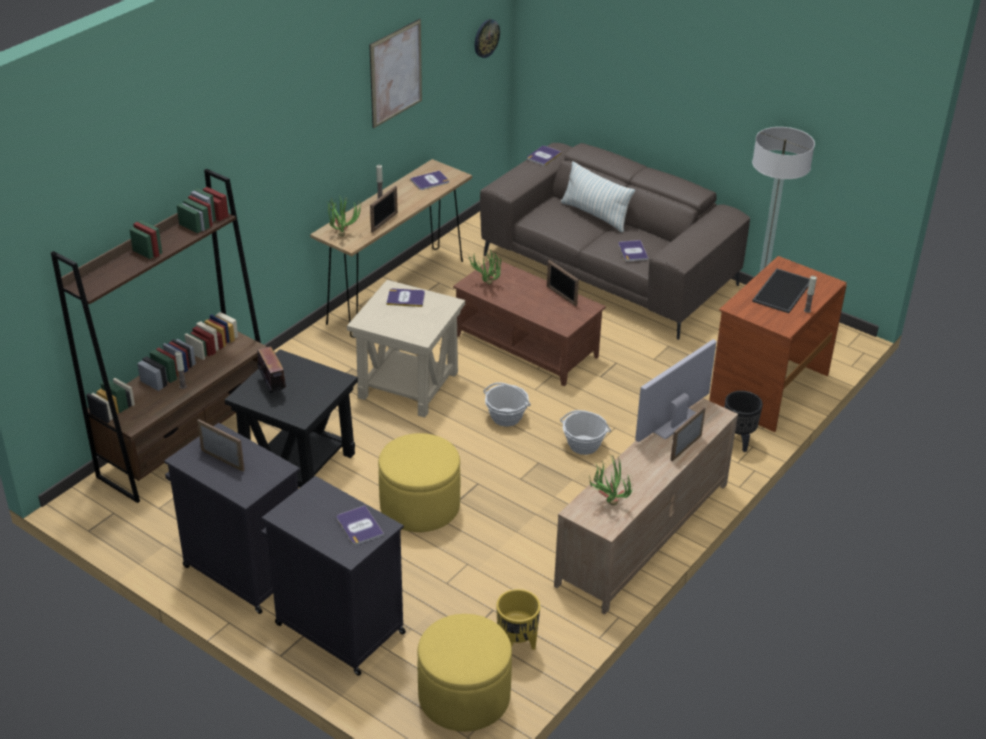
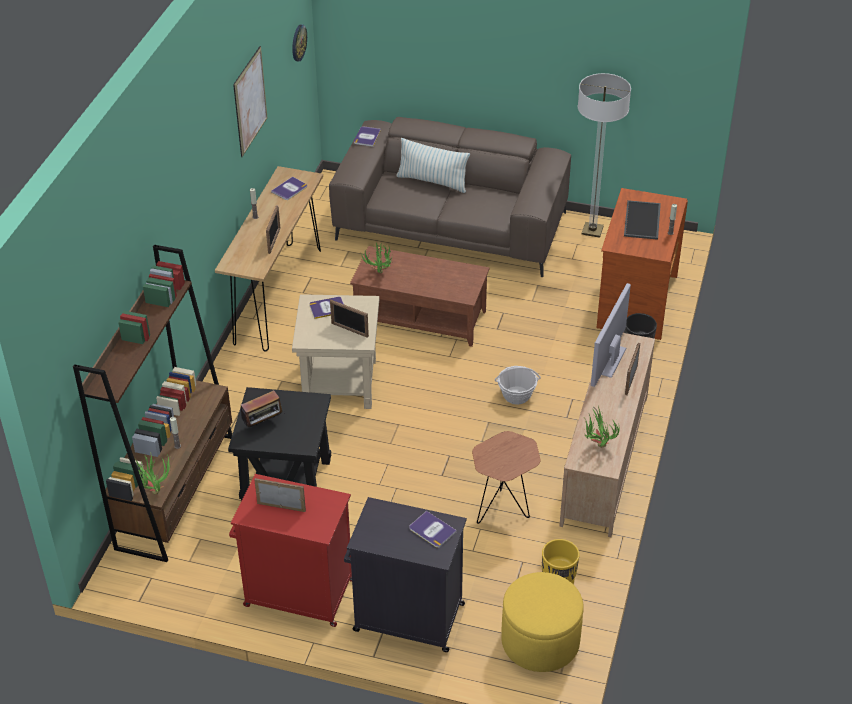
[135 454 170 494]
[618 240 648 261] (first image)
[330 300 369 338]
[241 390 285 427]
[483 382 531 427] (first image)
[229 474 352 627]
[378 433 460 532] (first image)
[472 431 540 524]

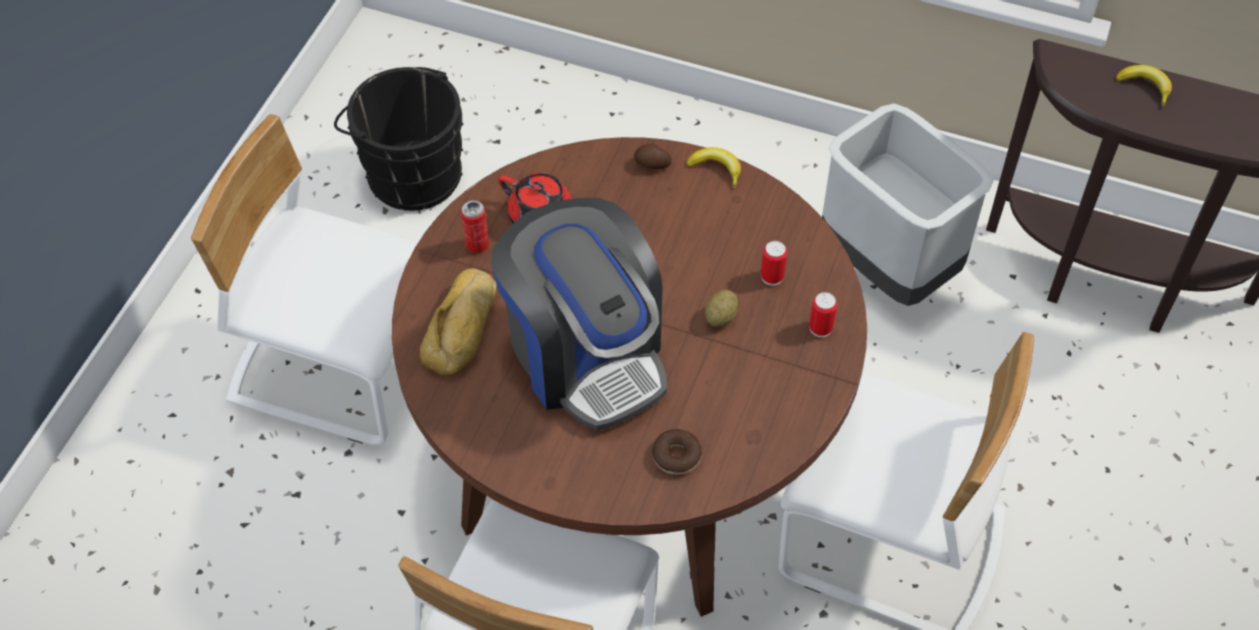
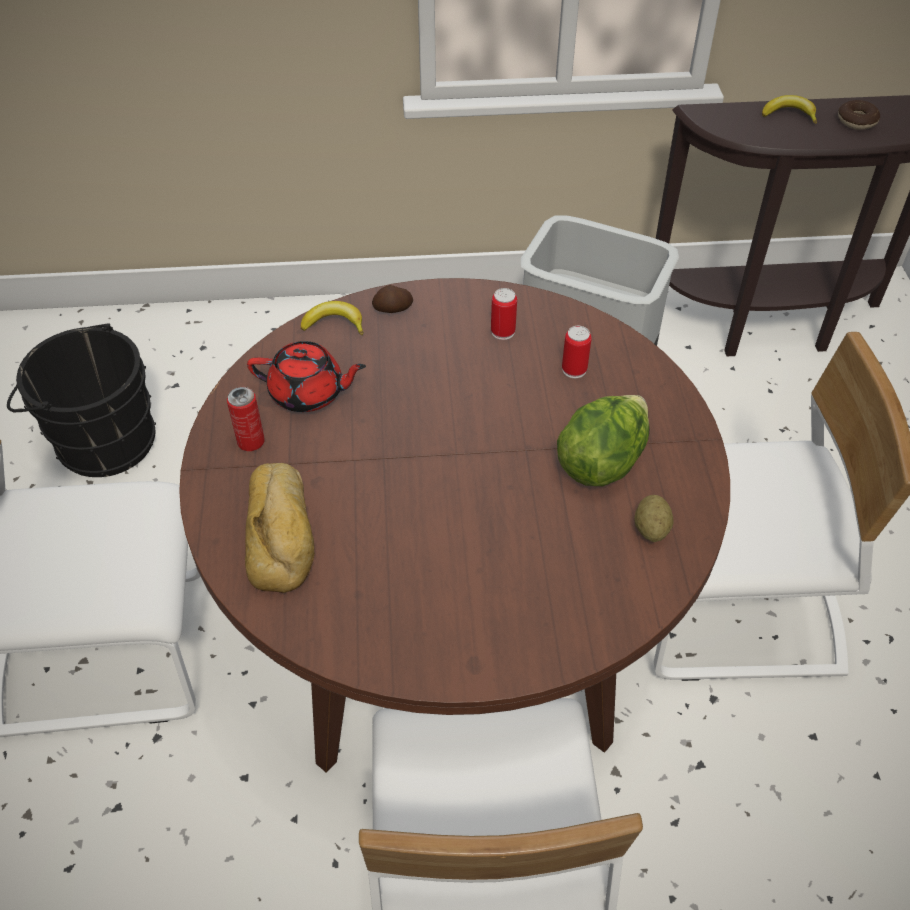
[301 301 363 335]
[491 198 667 430] (first image)
[635 495 674 542]
[491 288 517 340]
[838 100 880 130]
[557 395 650 486]

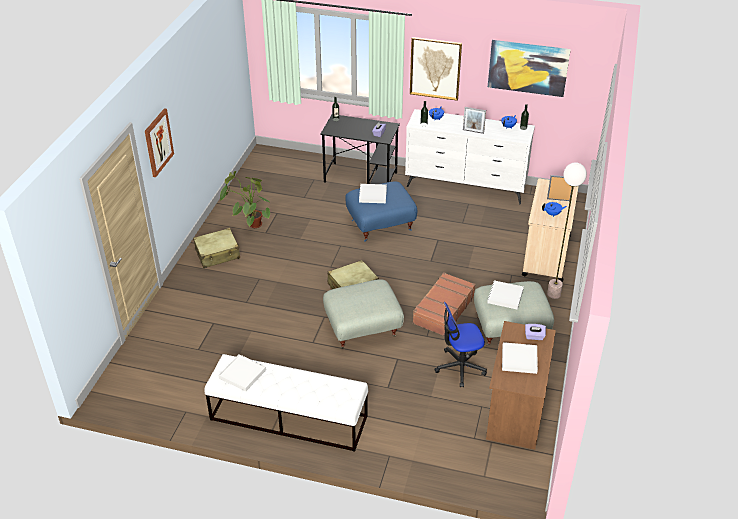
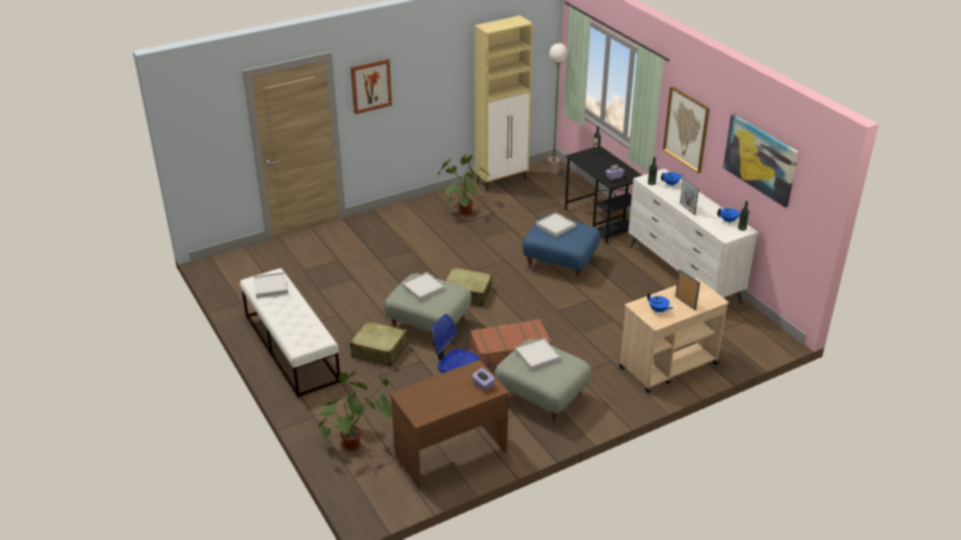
[548 43 568 174]
[350 321 408 366]
[402 272 445 301]
[475 15 533 191]
[318 371 392 451]

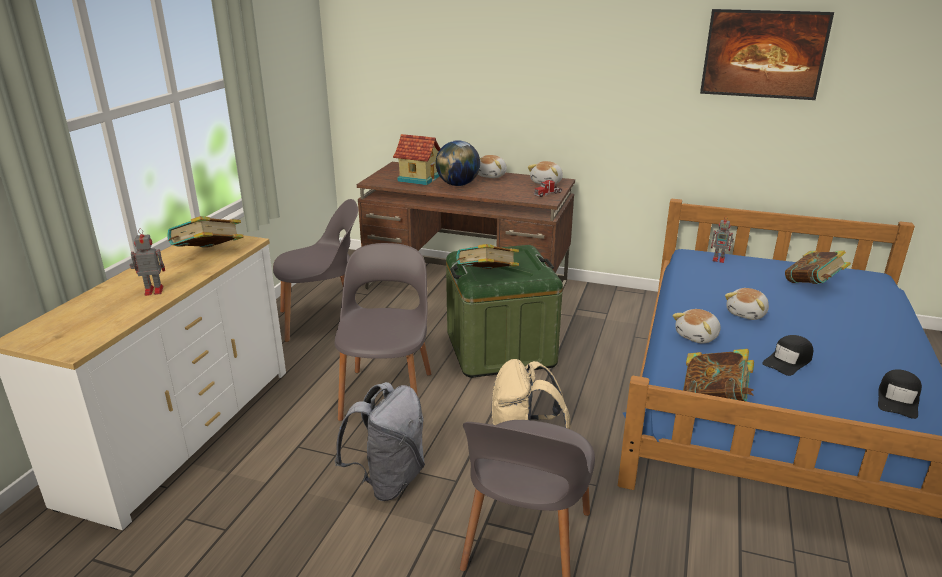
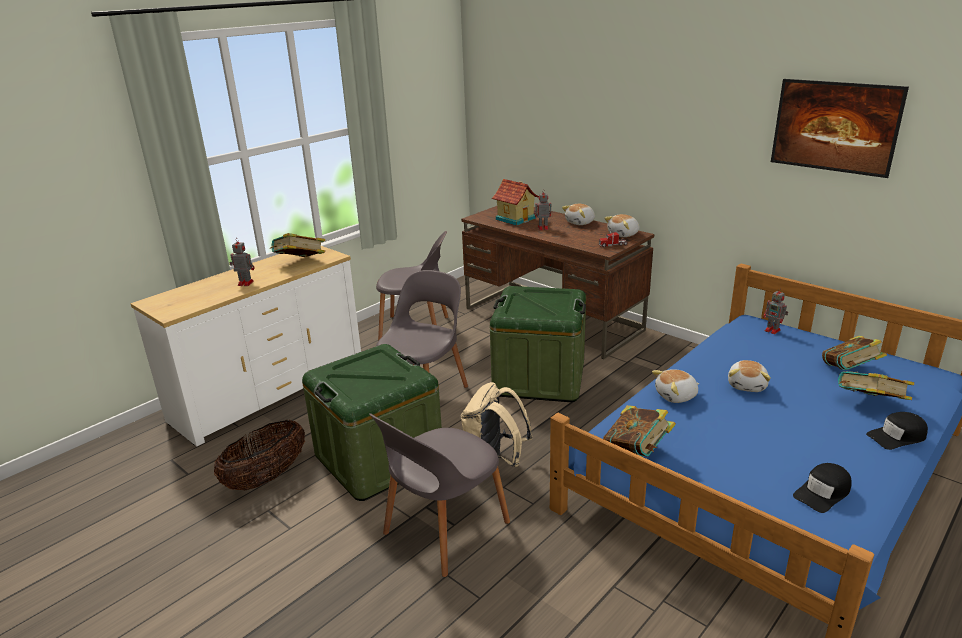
[534 190 551 230]
[838 371 914 400]
[728 360 771 392]
[866 412 928 450]
[302 344 442 501]
[214 420 305 490]

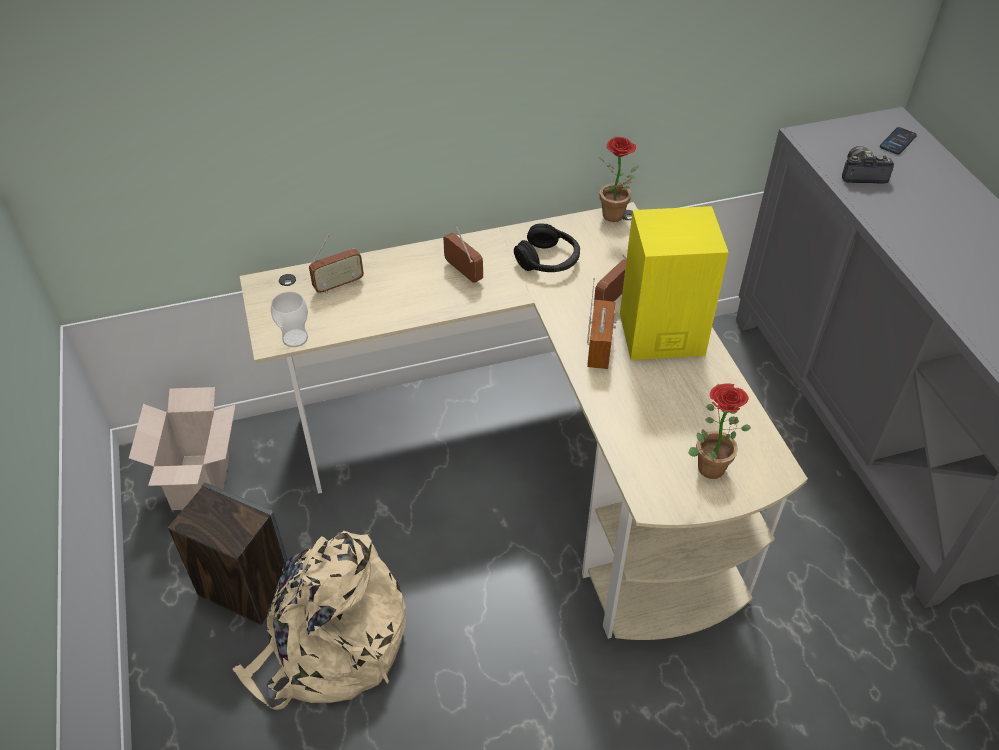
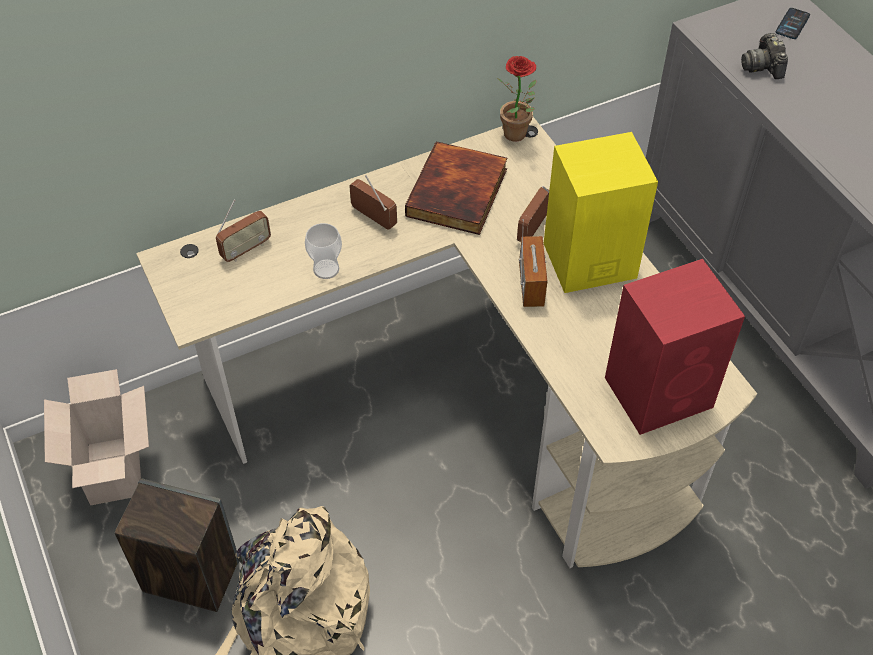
[741 33 788 79]
[405 141 507 235]
[305 223 342 279]
[605 259 745 435]

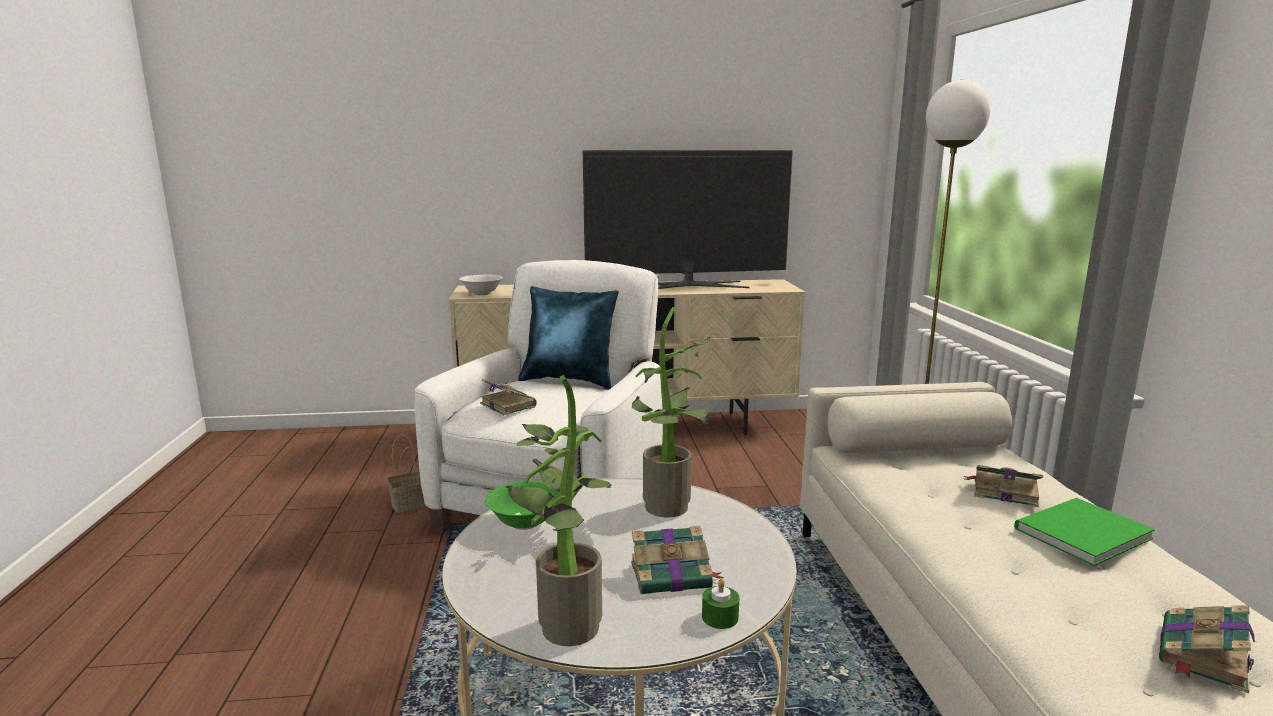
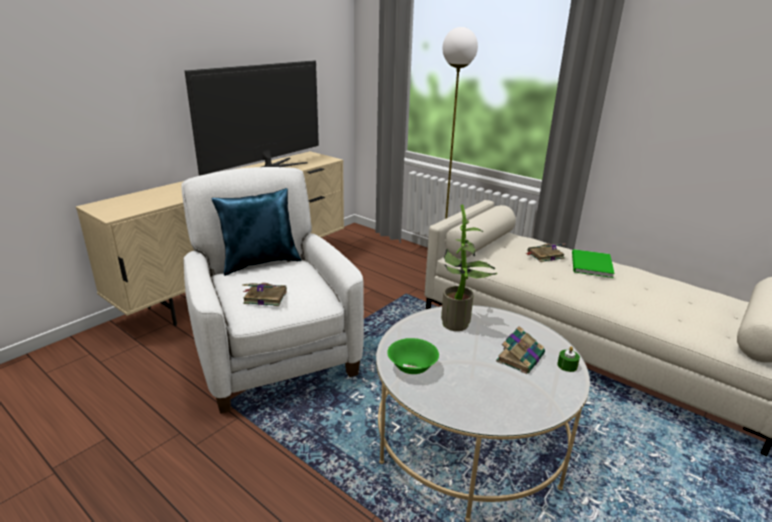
[459 275 503 295] (first image)
[506 375 612 646] (first image)
[387 435 427 513] (first image)
[1159 605 1255 693] (first image)

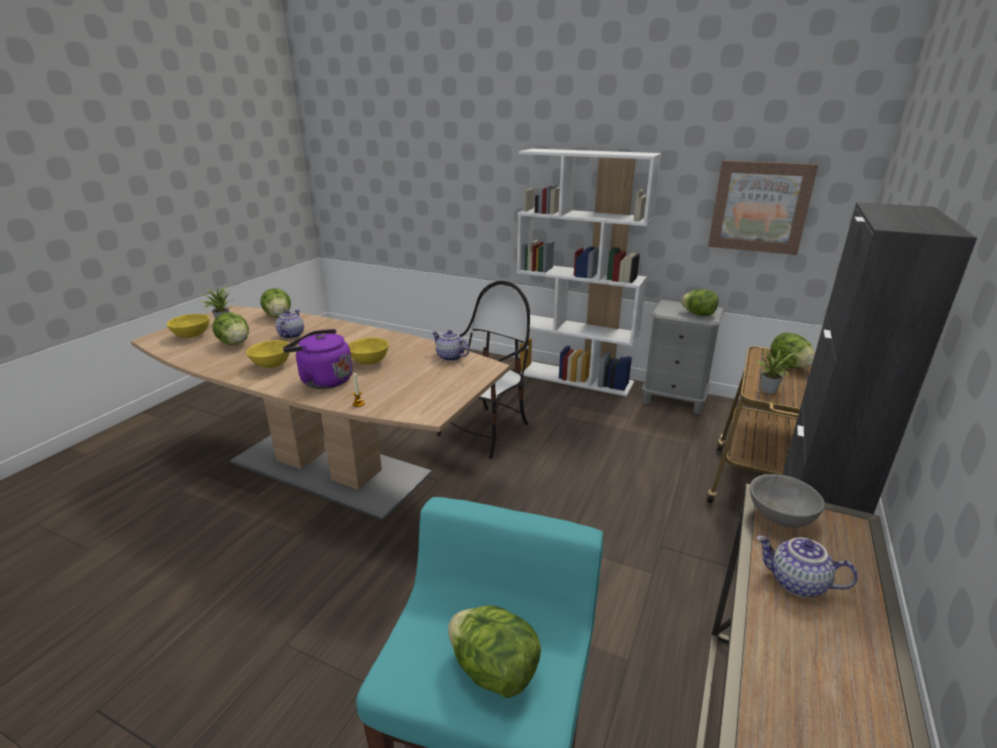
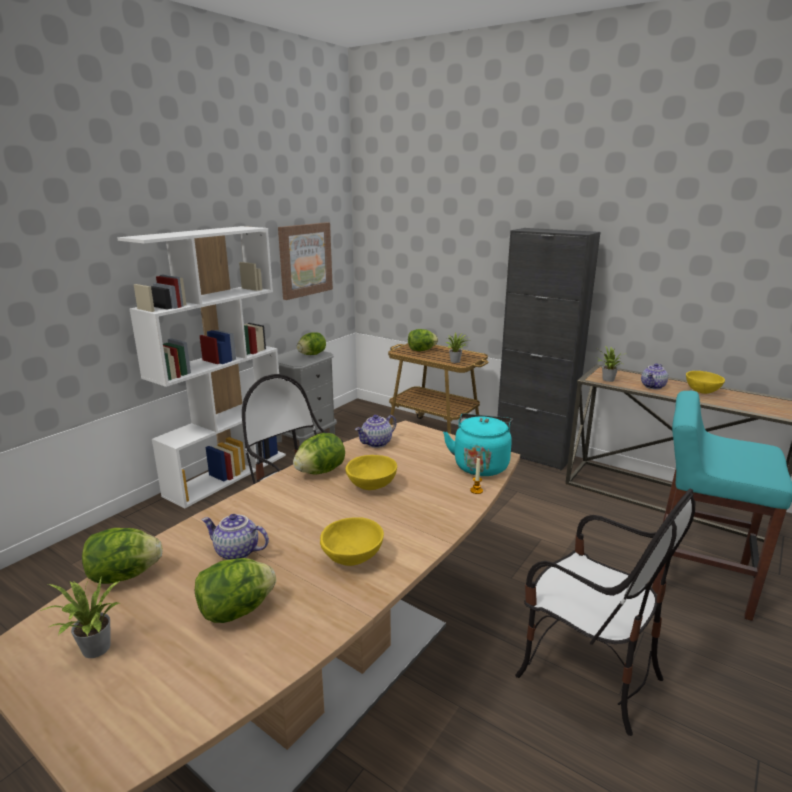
[686 371 725 394]
[283 329 353 389] (first image)
[595 345 627 382]
[293 433 345 474]
[443 414 513 476]
[515 488 695 736]

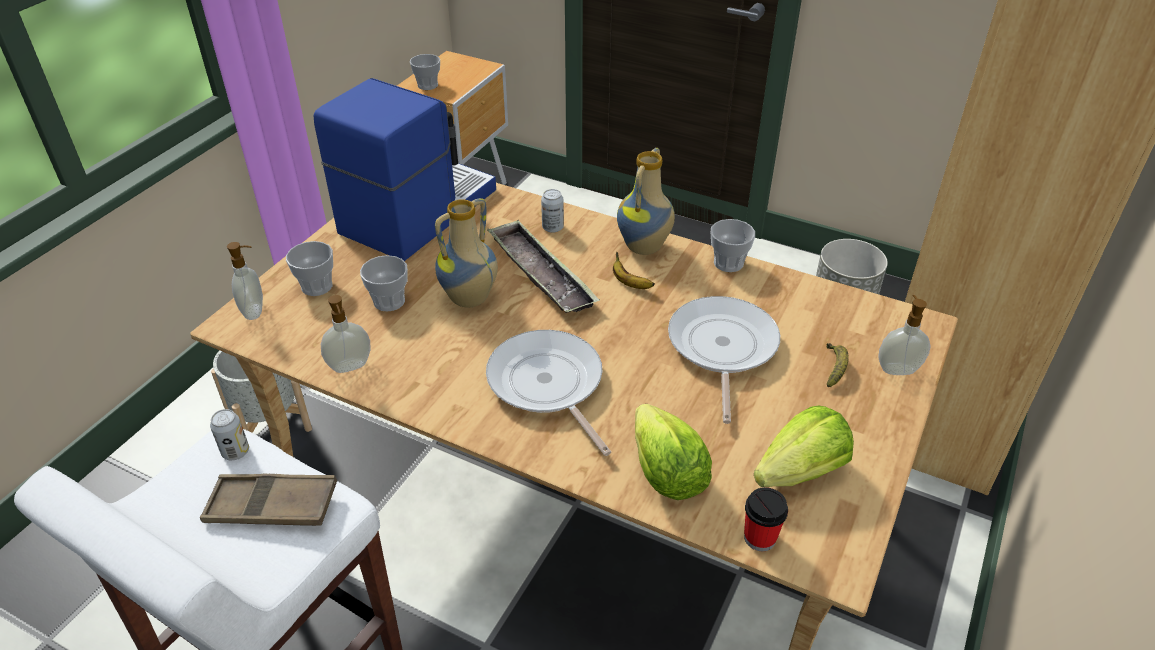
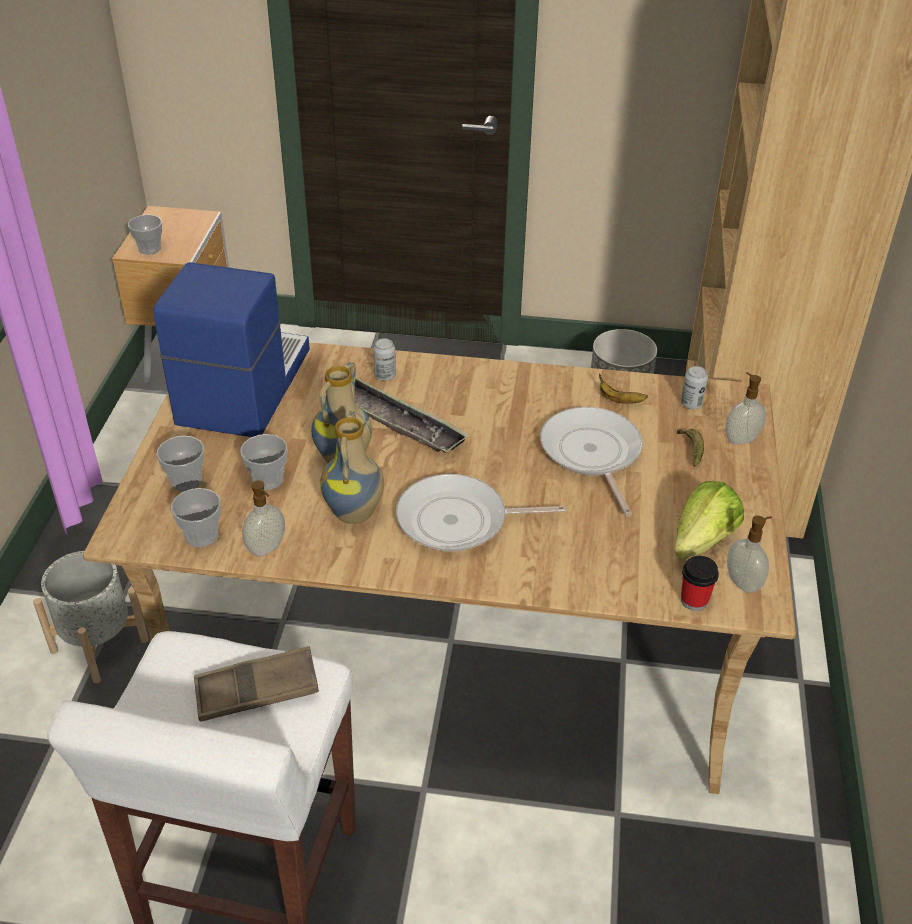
[320 411 384 524]
[171 488 221 547]
[727 516 772 593]
[599 374 648 404]
[396 474 566 552]
[635 404 712 500] (first image)
[681 366 708 409]

